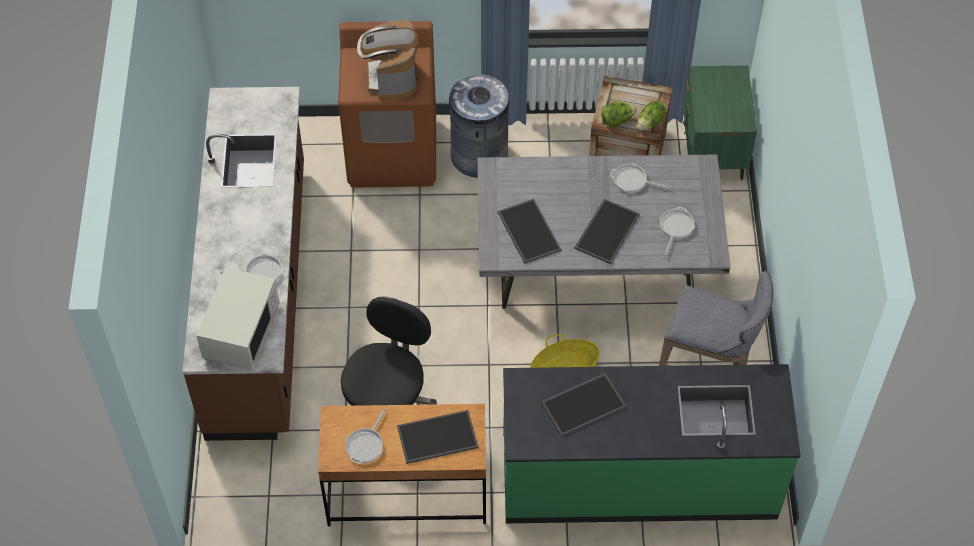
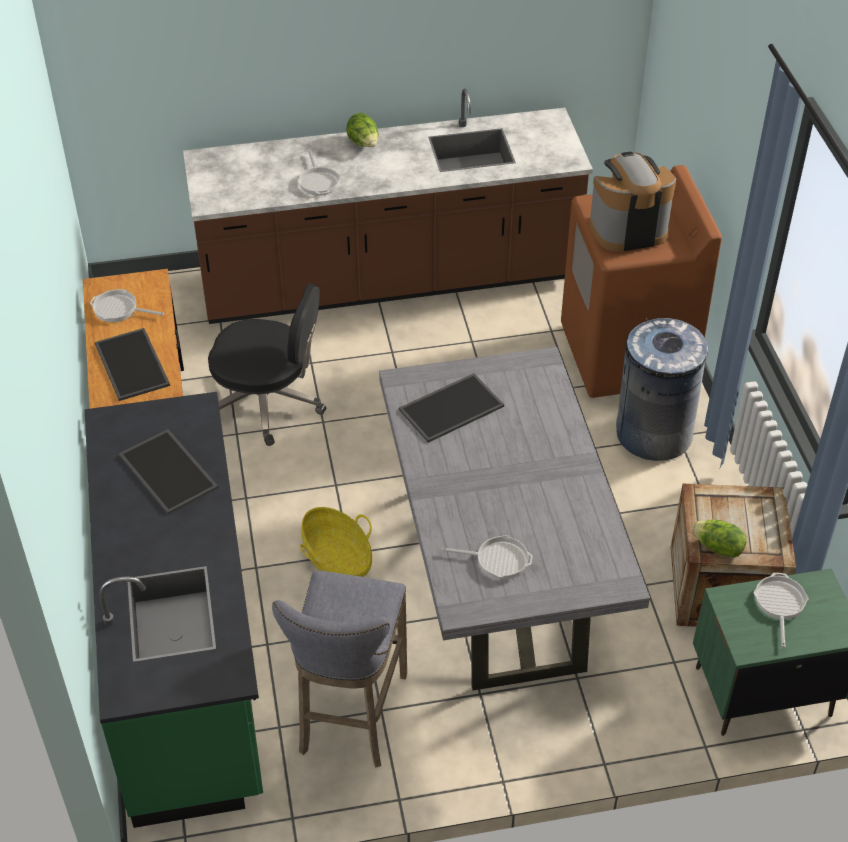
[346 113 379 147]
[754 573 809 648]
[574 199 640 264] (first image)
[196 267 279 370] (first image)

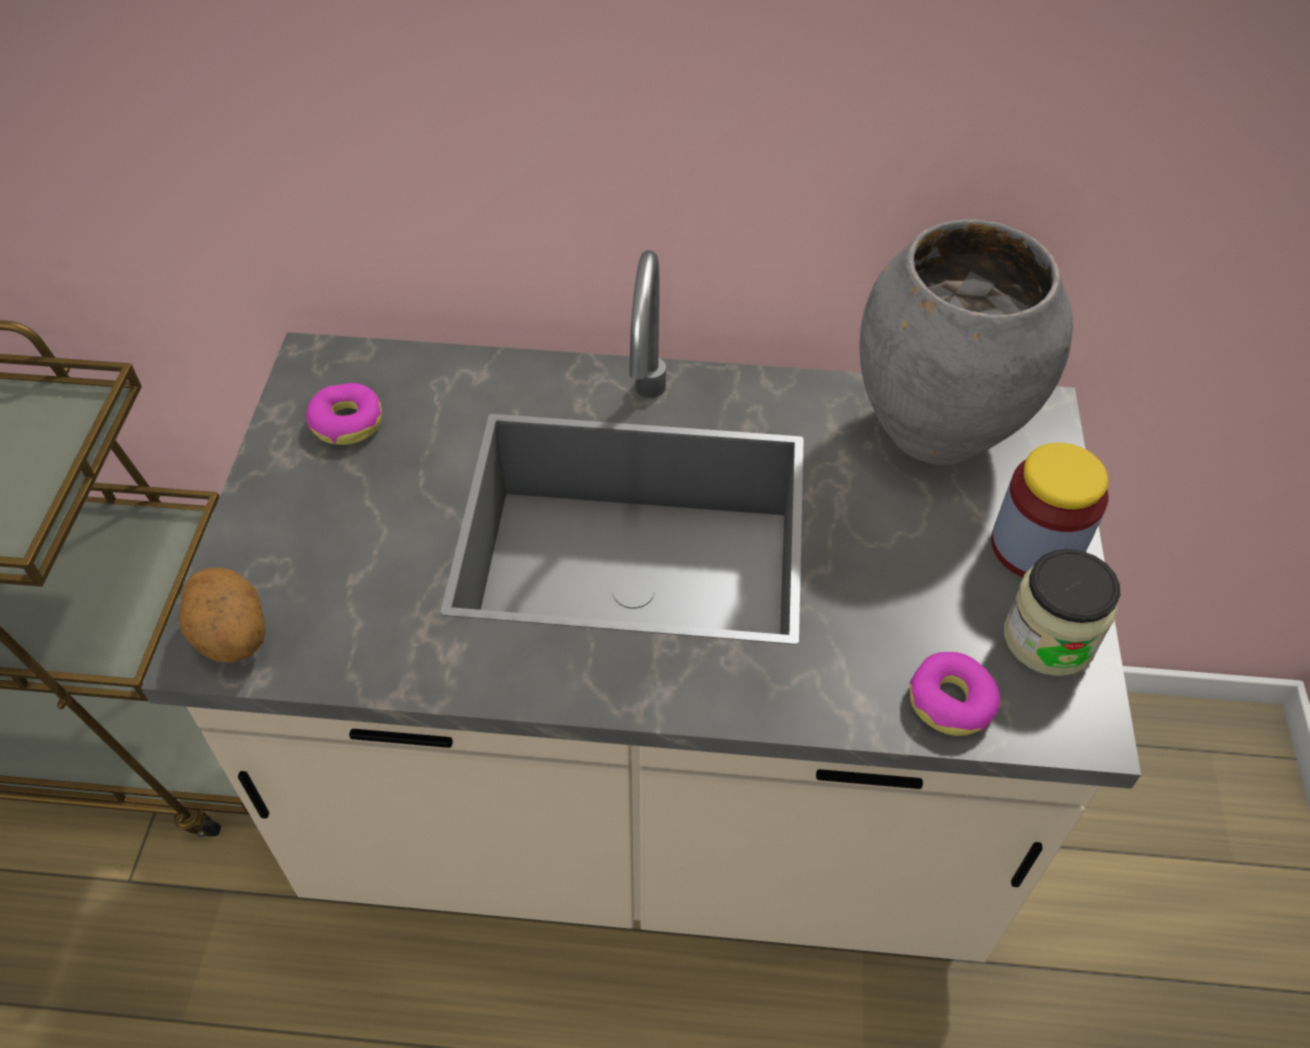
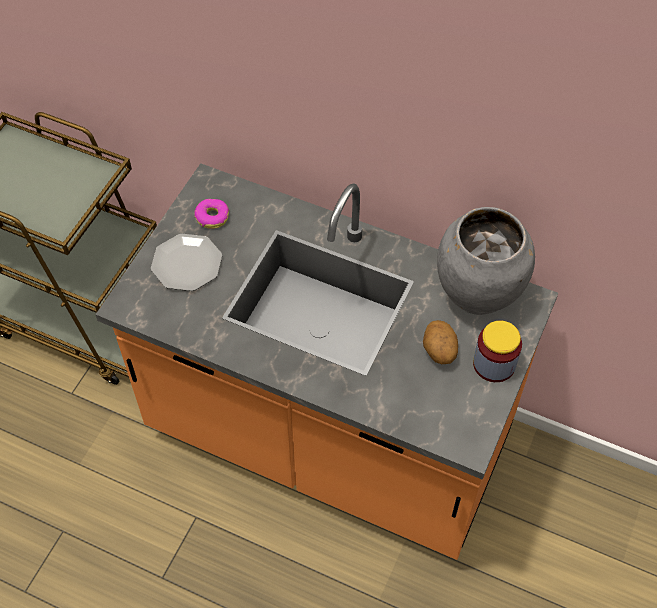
[95 163 558 560]
[1004 549 1120 676] (first image)
[423 320 458 364]
[910 652 1000 736] (first image)
[151 234 222 291]

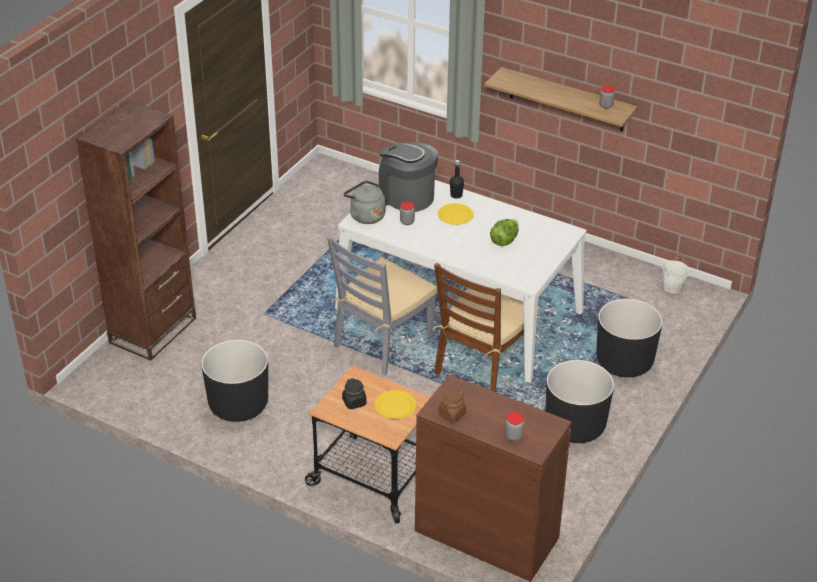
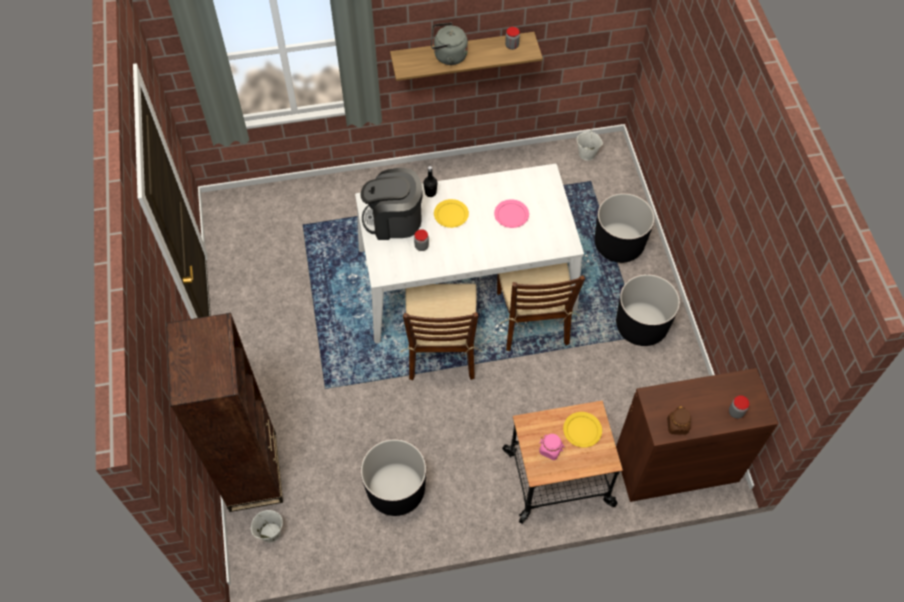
[431 23 468 65]
[494 199 529 228]
[401 284 482 380]
[539 434 565 460]
[251 510 283 543]

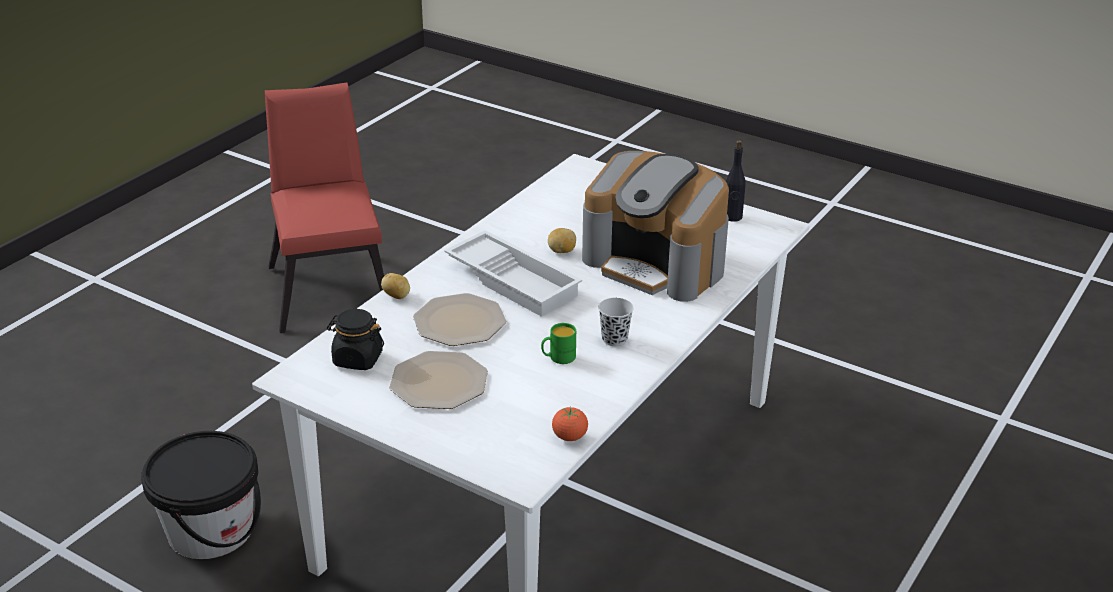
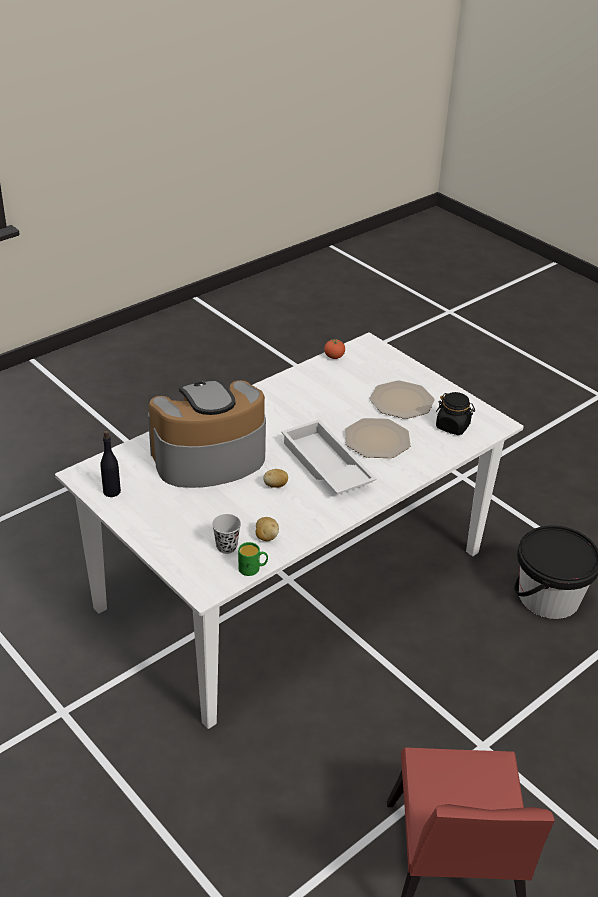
[148 380 266 488]
[255 517 279 541]
[212 514 241 554]
[238 542 268 576]

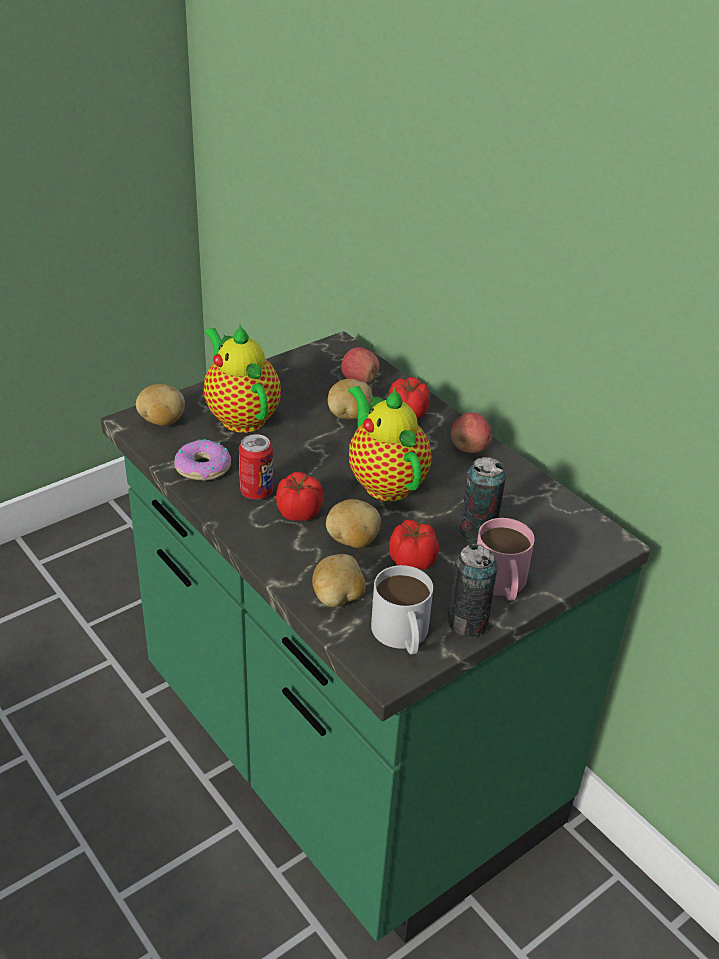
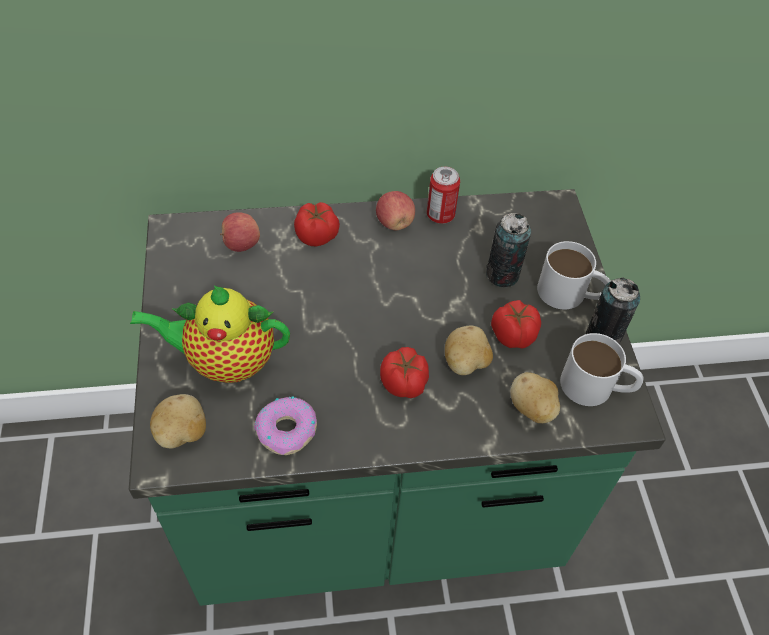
[328 379 372 419] (first image)
[348 386 432 501] (first image)
[427 167 460 224]
[537 241 610 309]

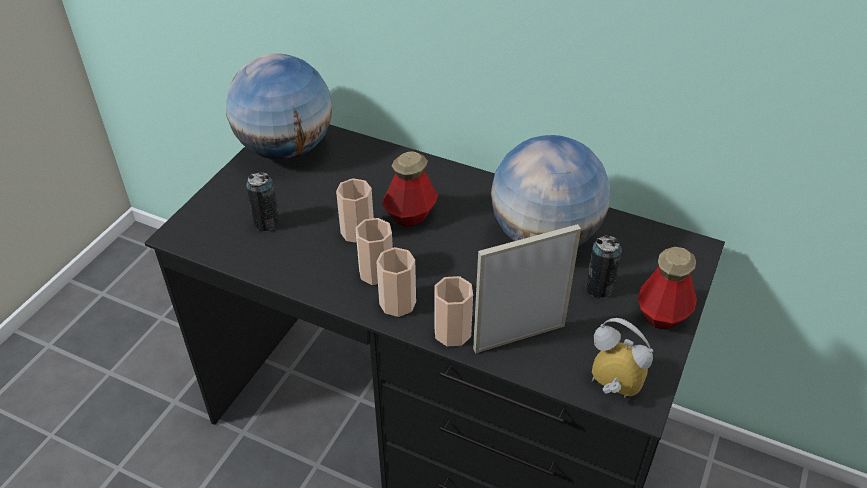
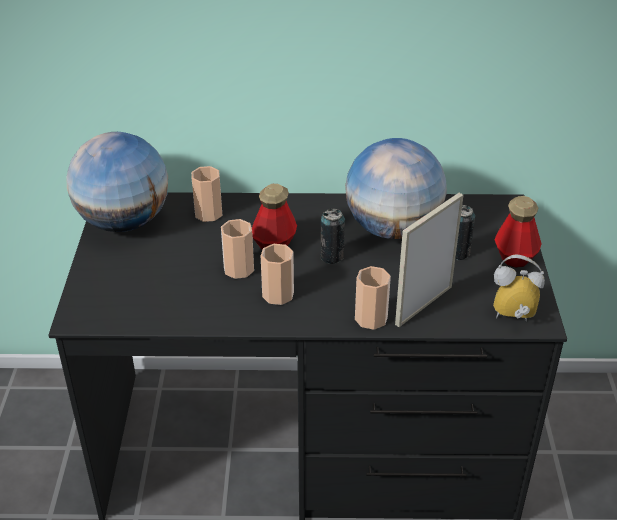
[321 209 345 264]
[191 166 222 222]

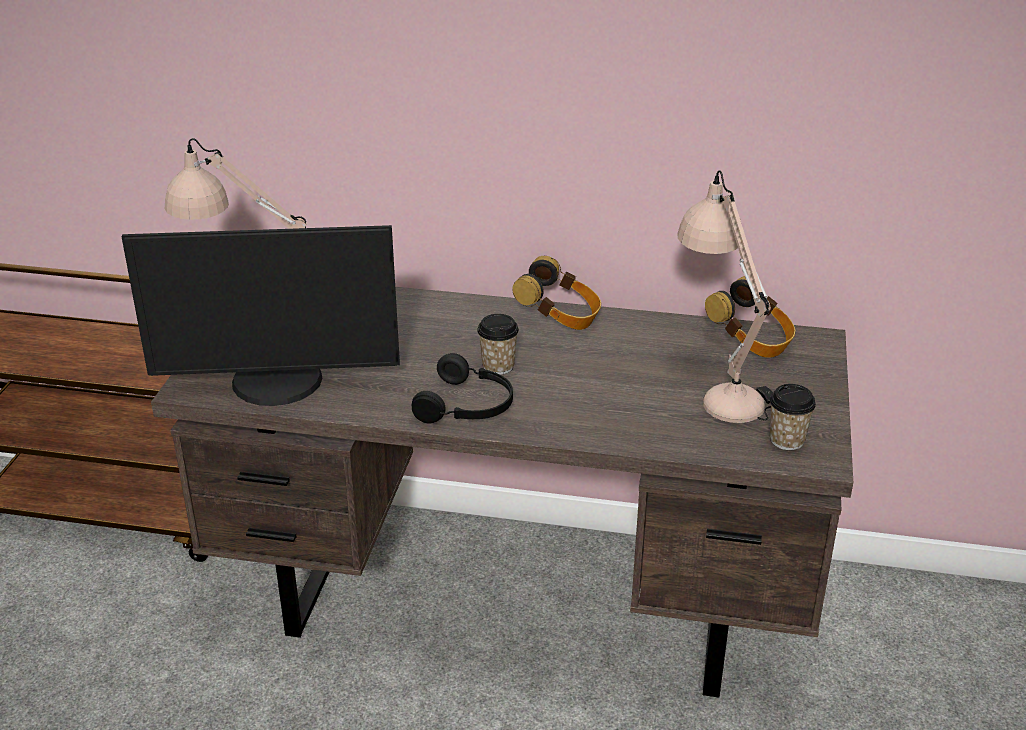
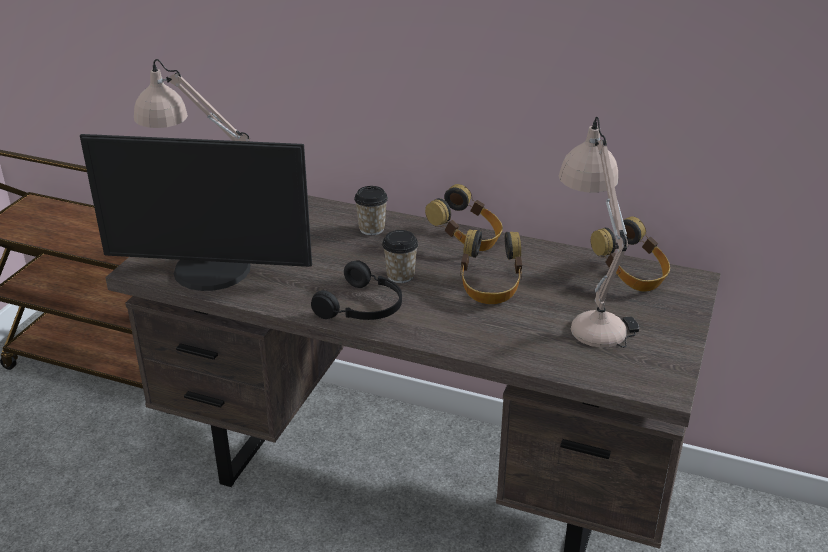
[354 186 388 235]
[460 230 522 304]

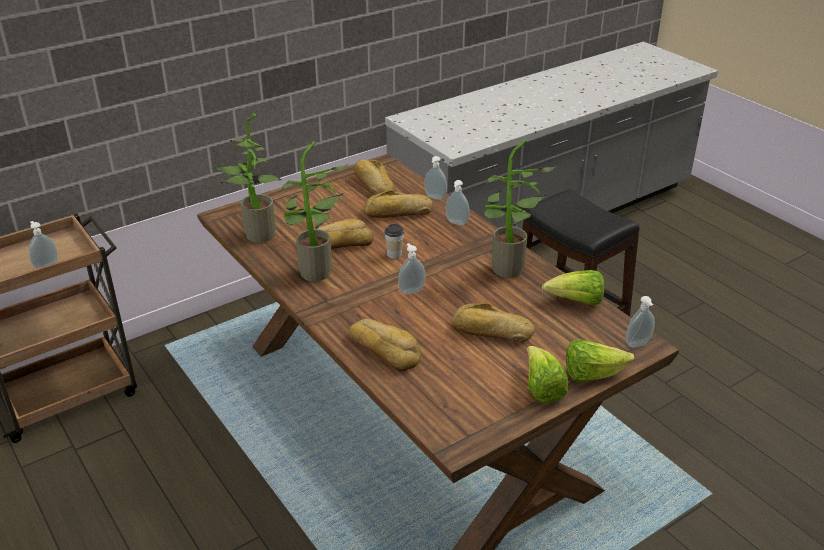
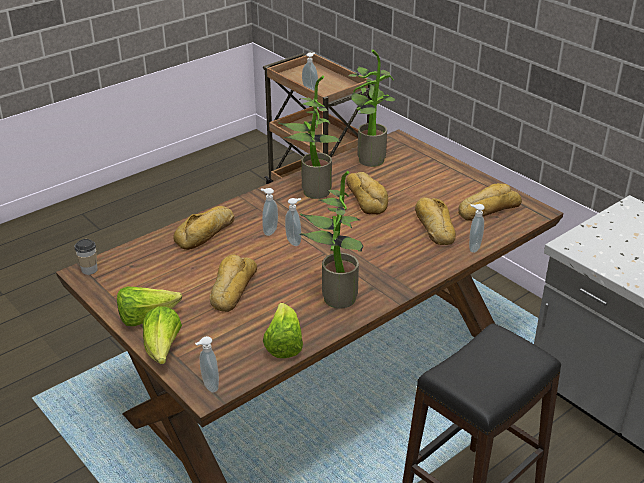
[261 188 278 236]
[75 239 98 275]

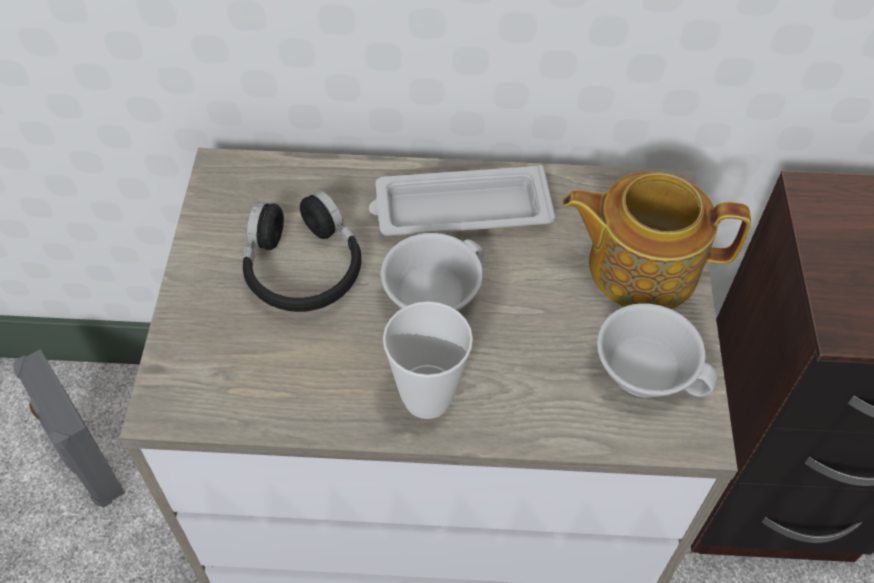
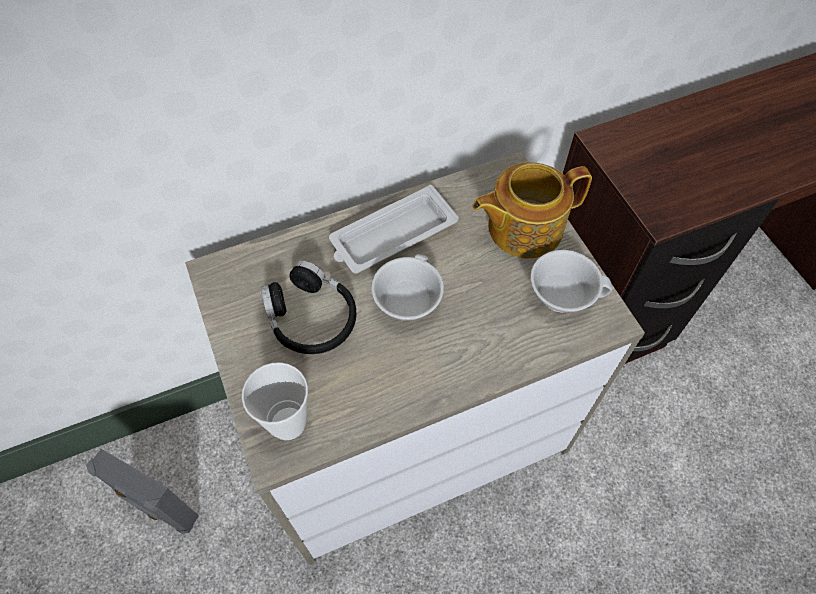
[242 362 308 440]

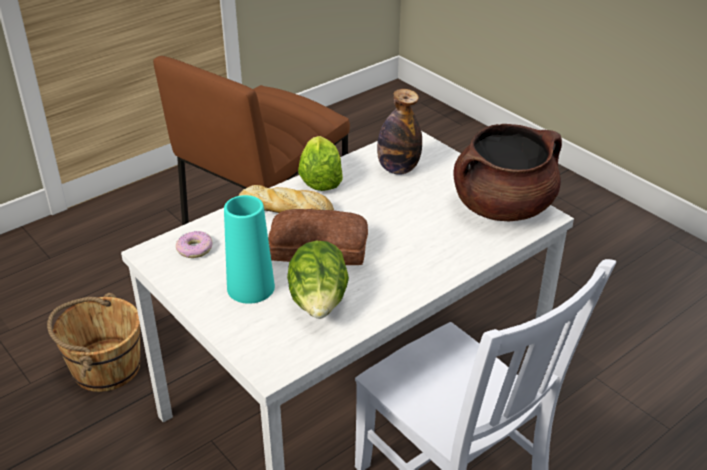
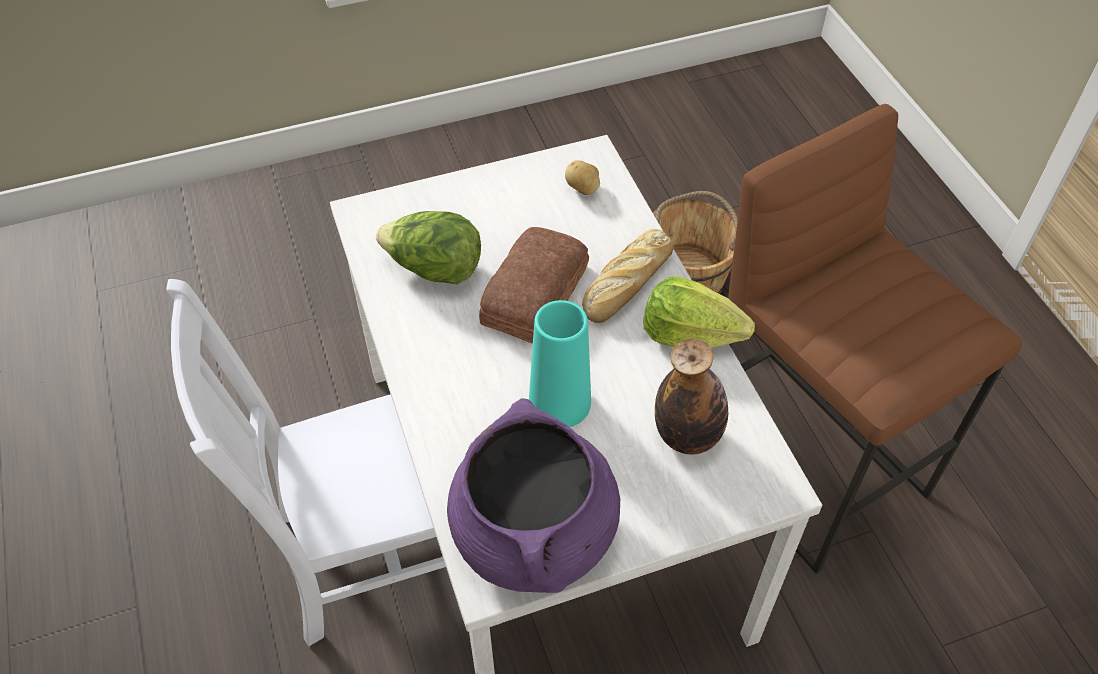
[447 398 620 593]
[529 300 591 427]
[565 160 600 195]

